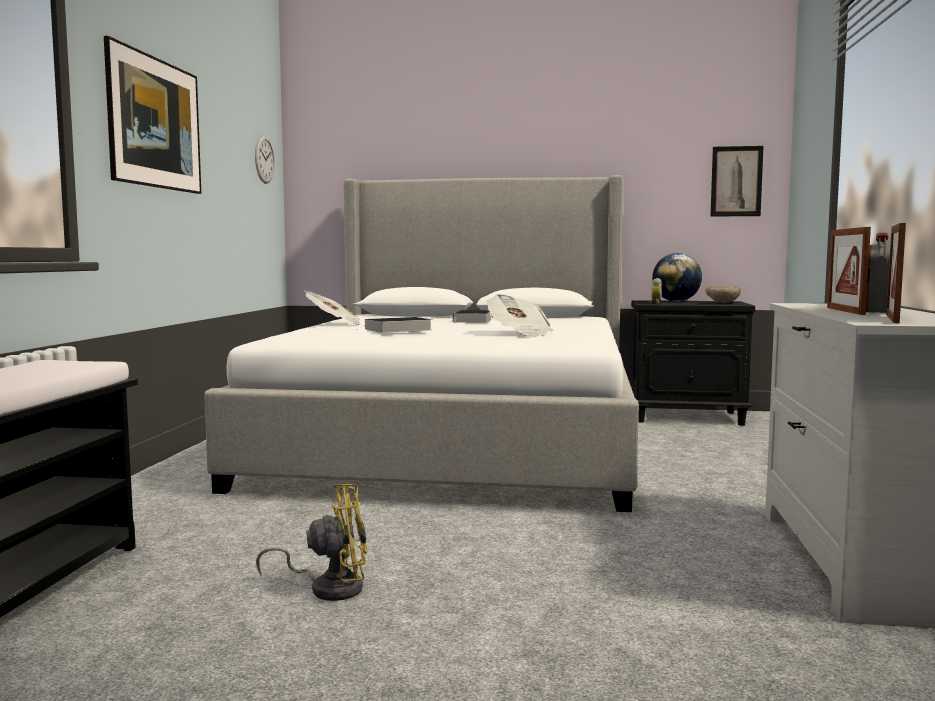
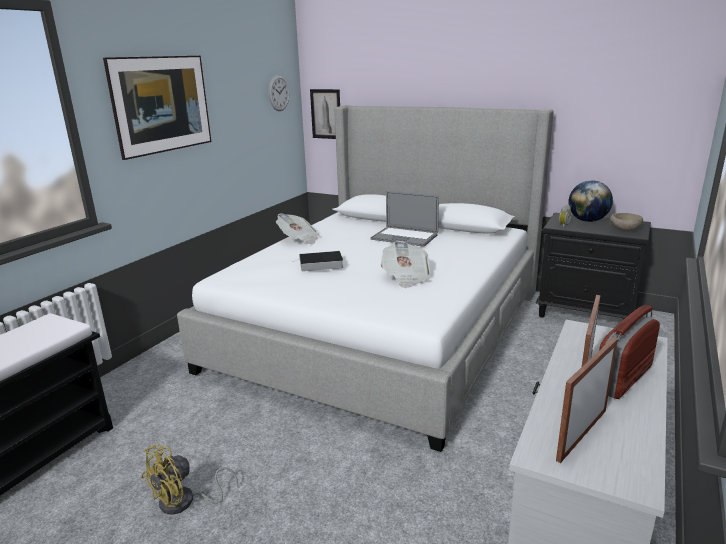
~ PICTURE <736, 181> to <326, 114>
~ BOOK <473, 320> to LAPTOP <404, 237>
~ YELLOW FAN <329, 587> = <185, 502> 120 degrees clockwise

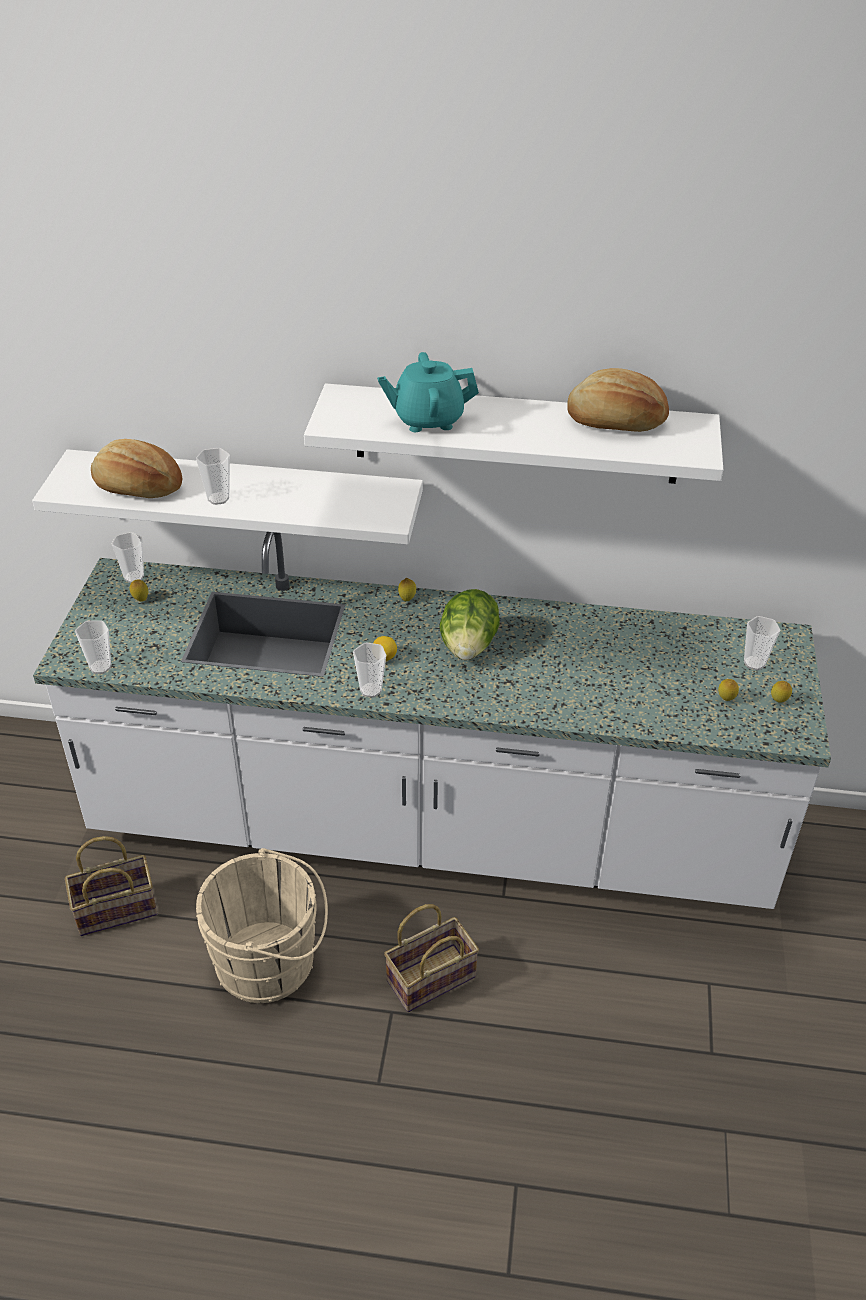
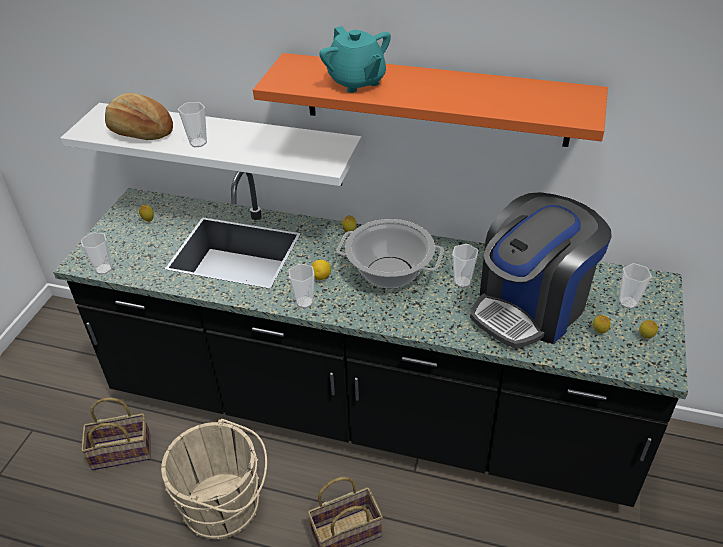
~ TURQUOISE TEAPOT <428, 419> = <356, 82> 120 degrees counterclockwise
- BREAD <615, 422>
~ WHITE SHELF <516, 434> to ORANGE SHELF <435, 99>
~ WHITE COUNTER <430, 831> to BLACK COUNTER <366, 413>
~ CUP <134, 577> to <462, 282>
~ LETTUCE <468, 646> to COOKING POT <390, 272>
+ COFFEE MACHINE <531, 306>

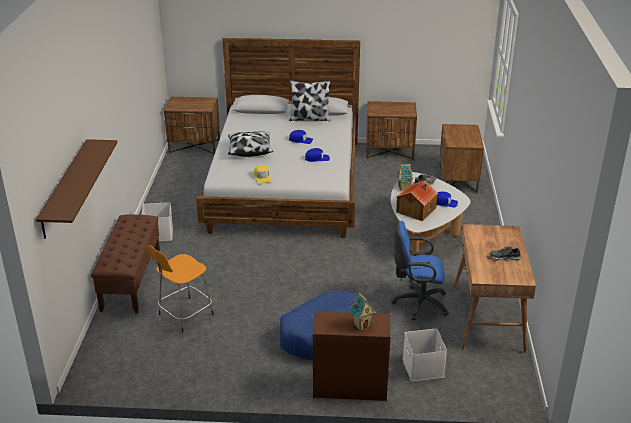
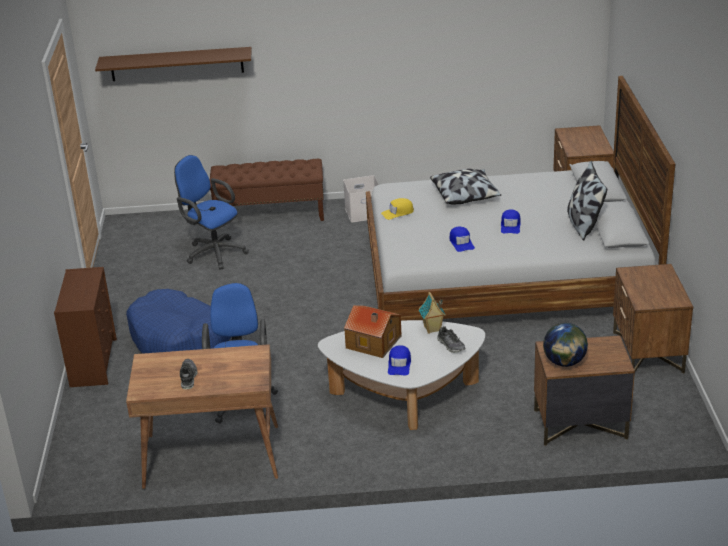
~ ORANGE STOOL <184, 315> to BLUE OFFICE CHAIR <213, 252>
- TOY HOUSE <361, 325>
- WHITE STORAGE BOX <422, 367>
+ GLOBE <564, 362>

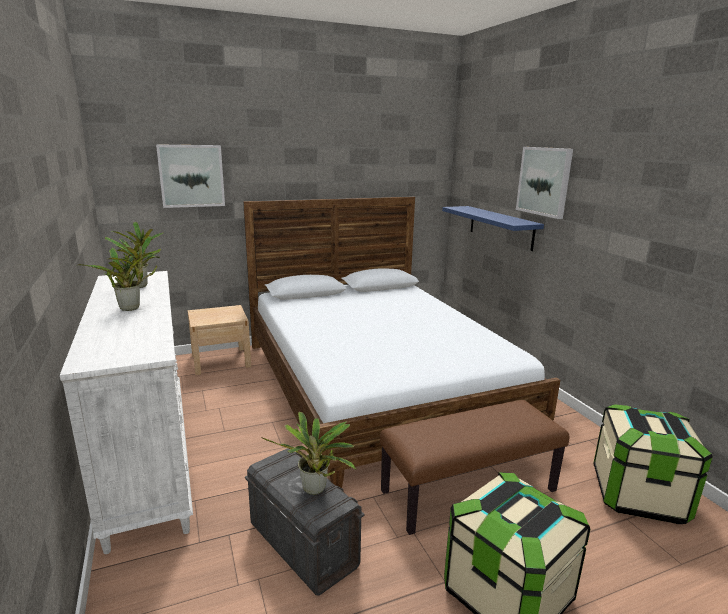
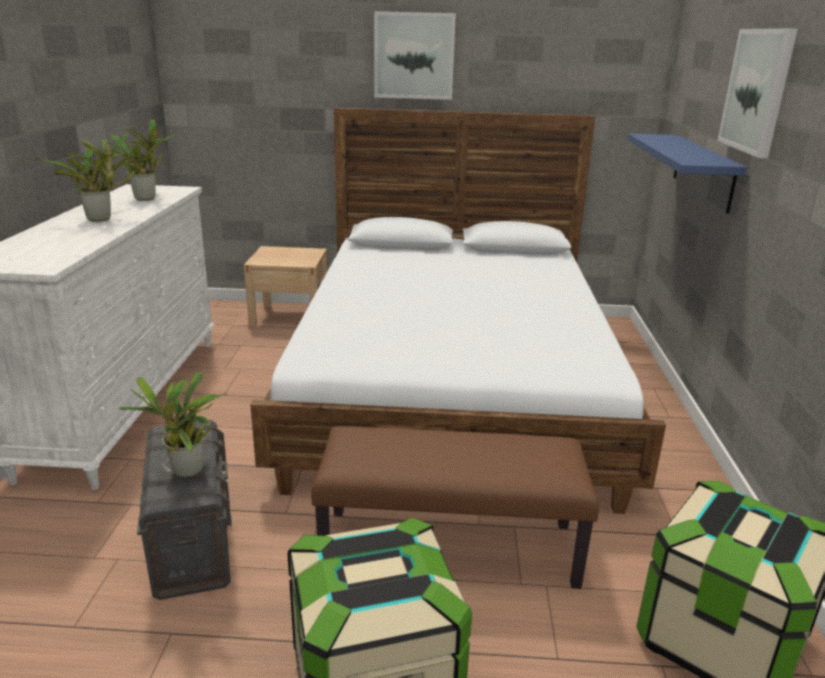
~ PICTURE <191, 176> to <414, 56>

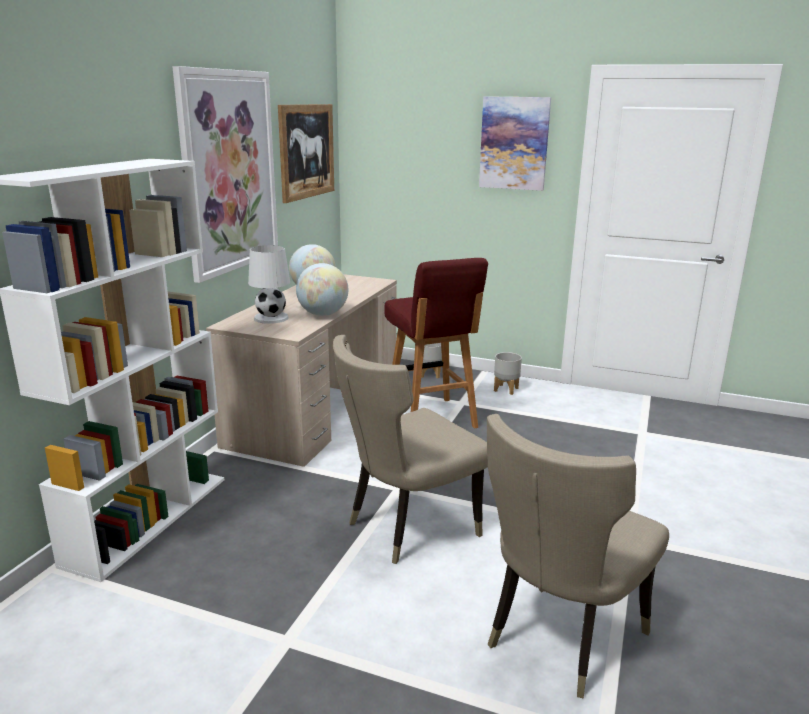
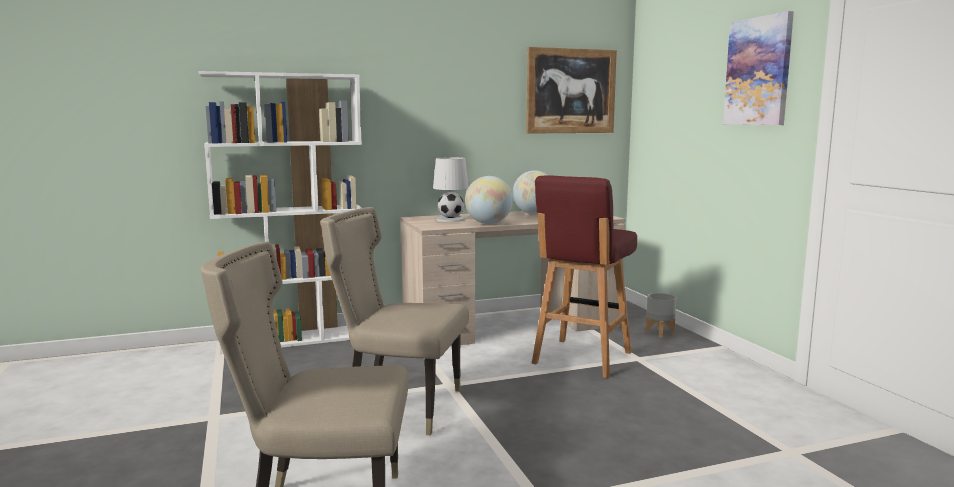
- PICTURE <229, 172>
- GREY PLANTER <506, 389>

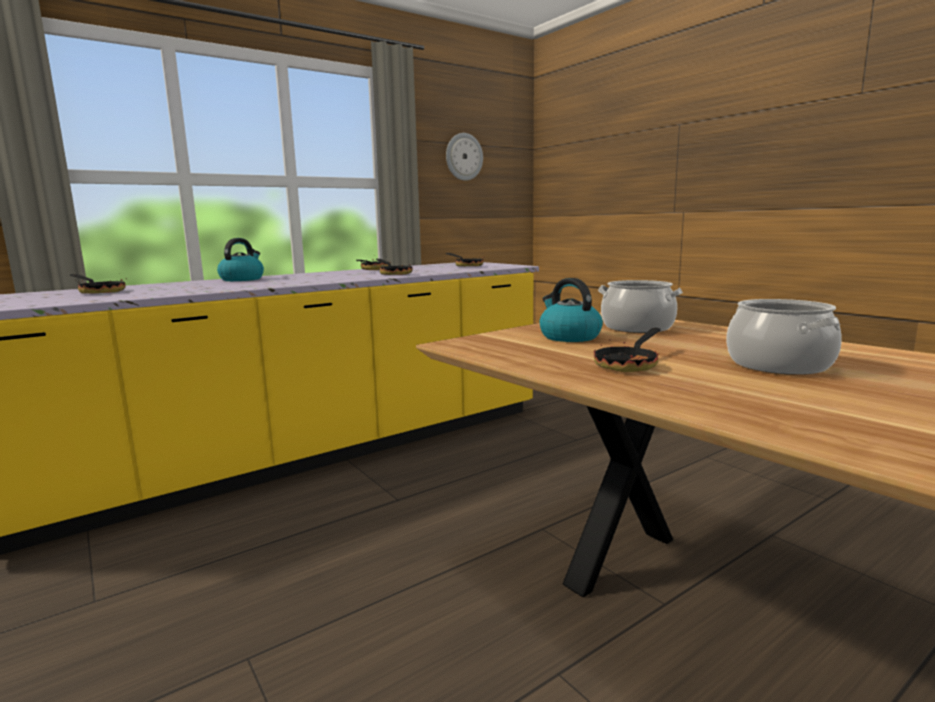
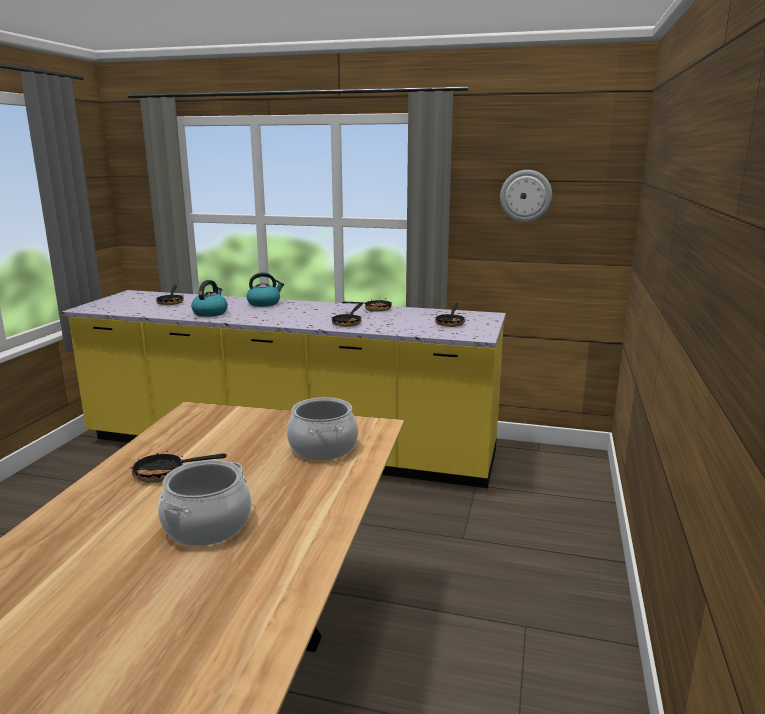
~ KETTLE <569, 337> to <210, 313>

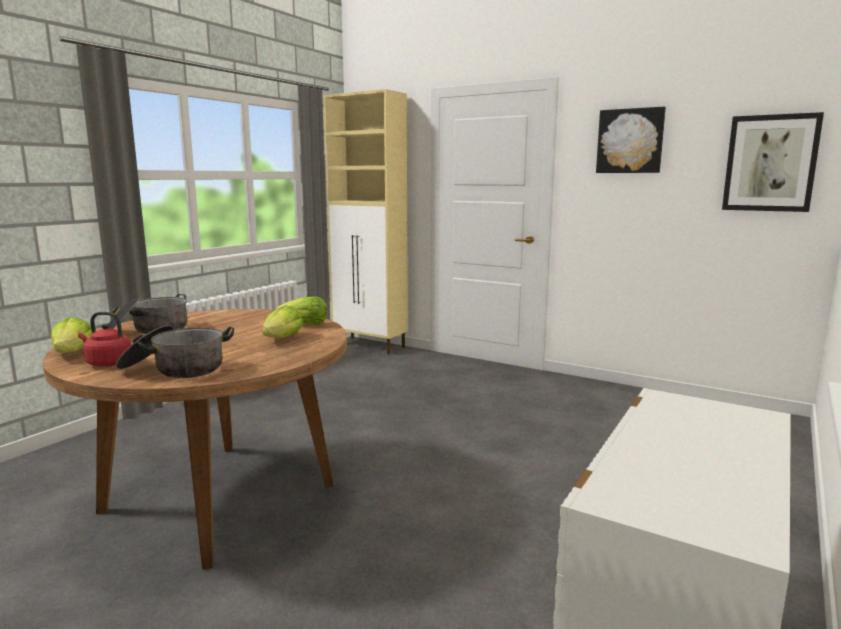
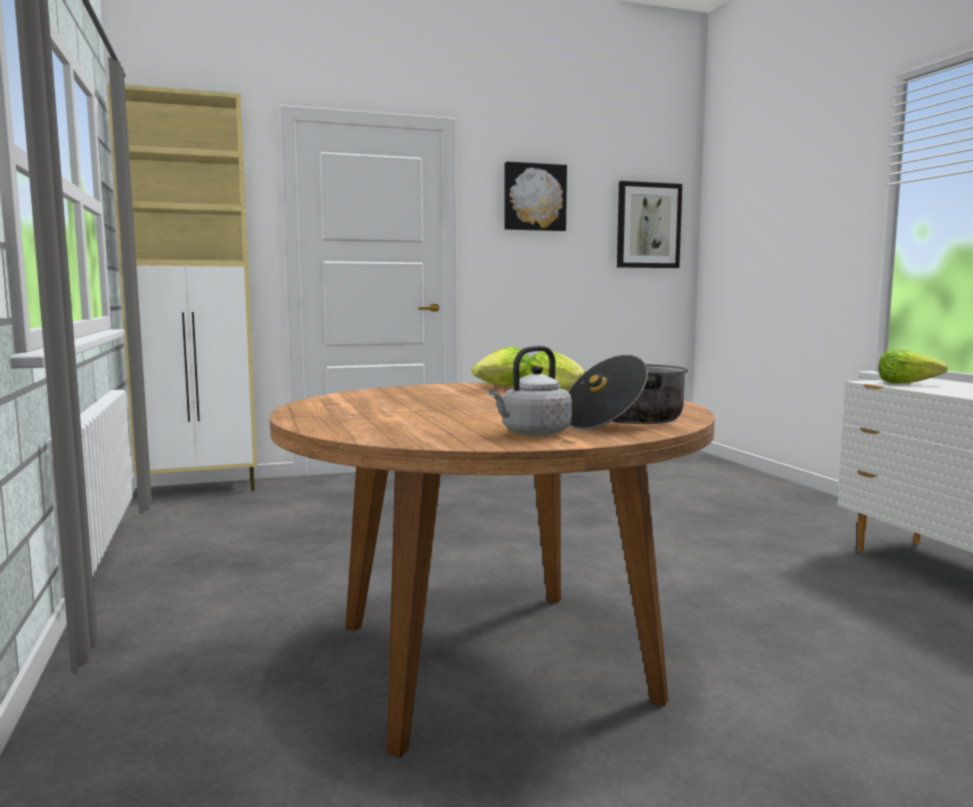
- COOKING POT <148, 331>
~ RED KETTLE <107, 363> to GREY KETTLE <532, 433>
~ LETTUCE <73, 353> to <907, 383>

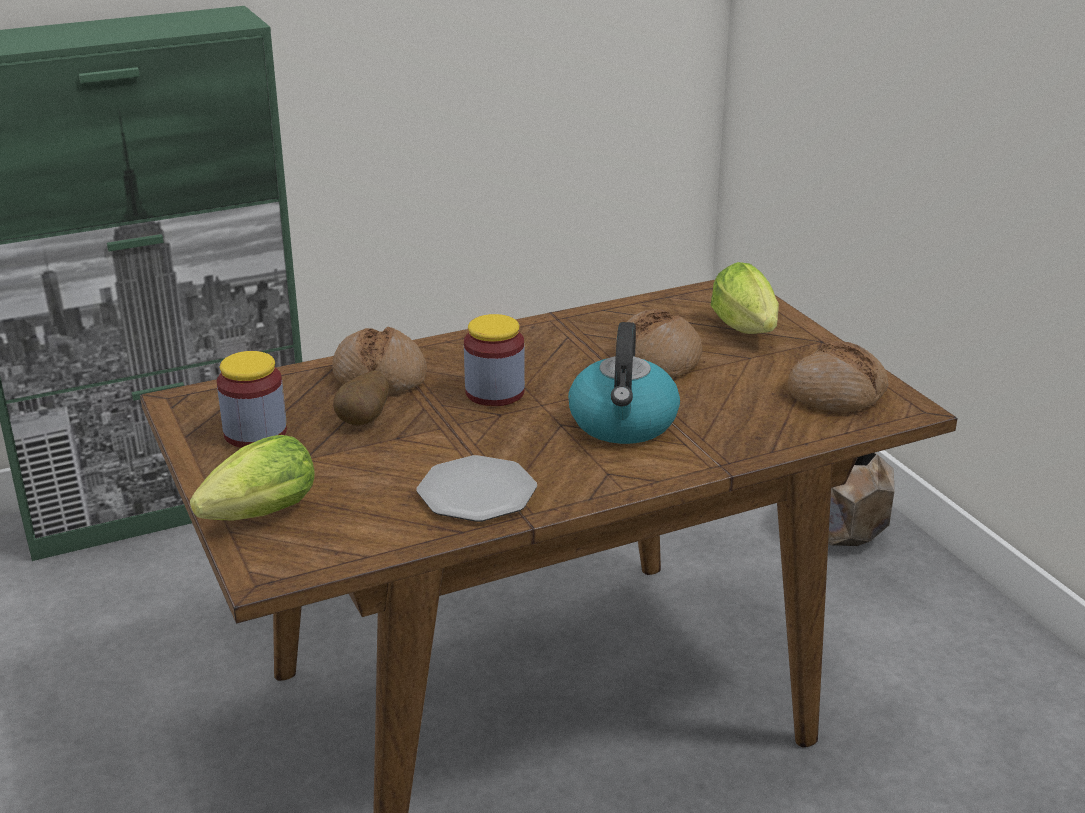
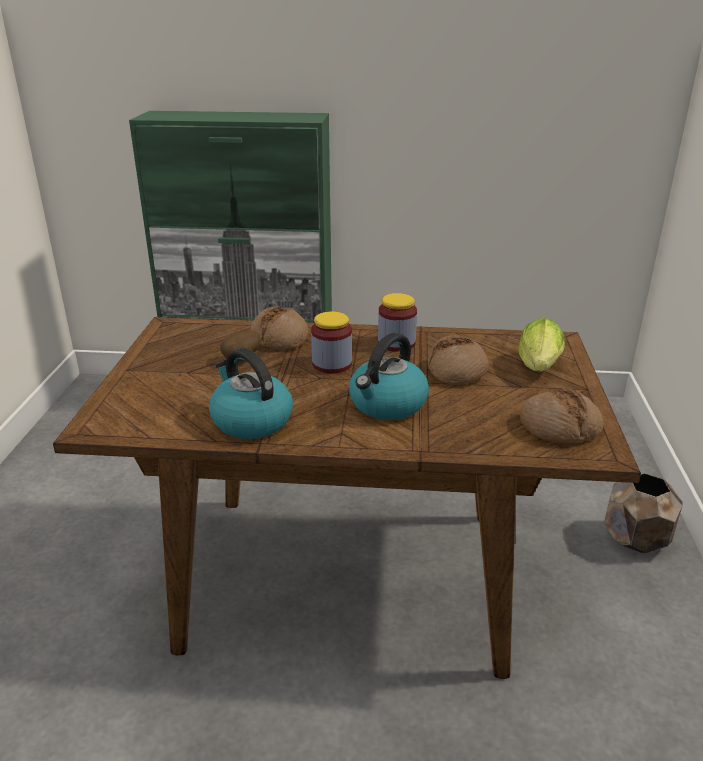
~ JAR <255, 433> to <396, 343>
- LETTUCE <255, 517>
~ PLATE <477, 493> to KETTLE <250, 421>

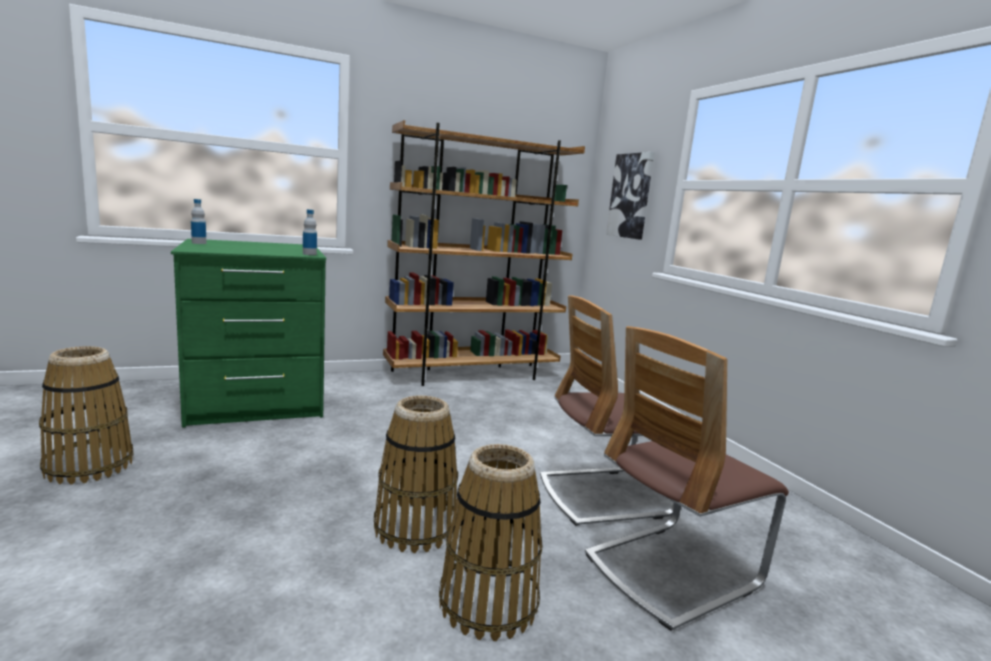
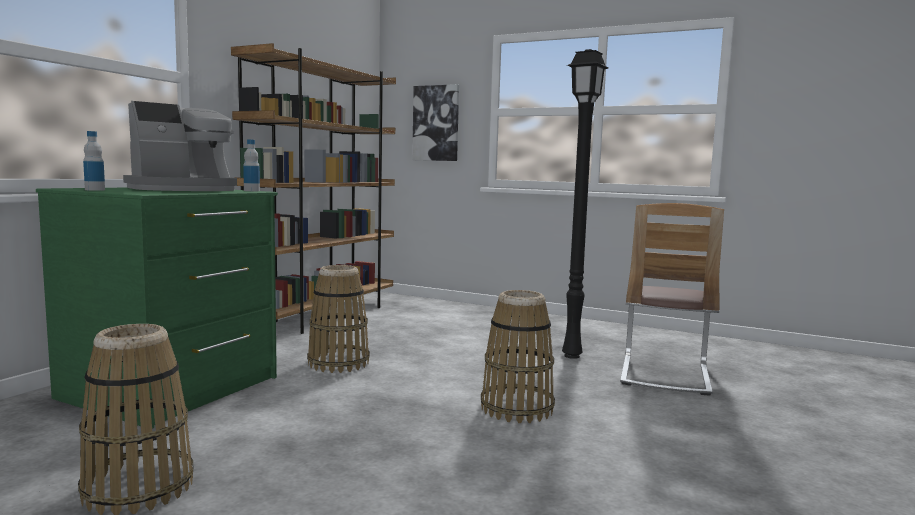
~ CHAIR <604, 495> to BLACK FLOOR LAMP <570, 356>
~ BASKET <489, 602> to <339, 363>
+ COFFEE MACHINE <184, 189>

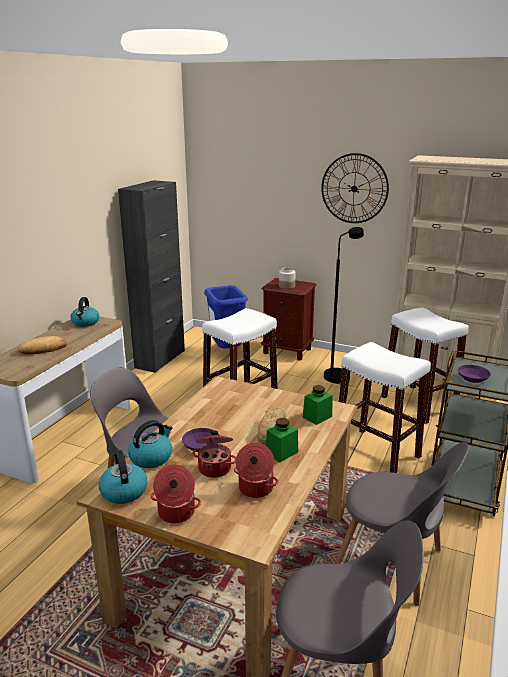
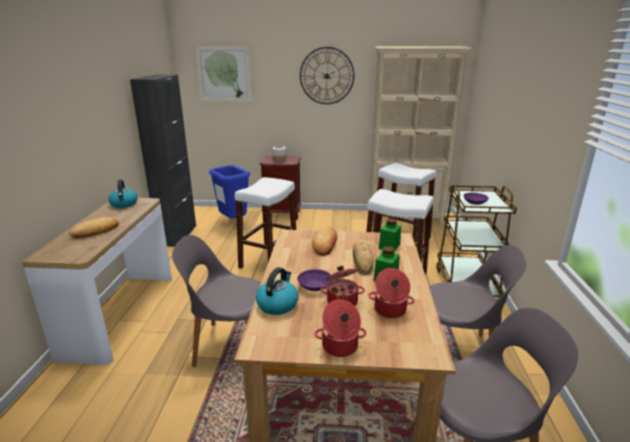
- BLACK FLOOR LAMP <339, 374>
- KETTLE <123, 491>
+ PICTURE <224, 74>
+ BREAD <325, 244>

